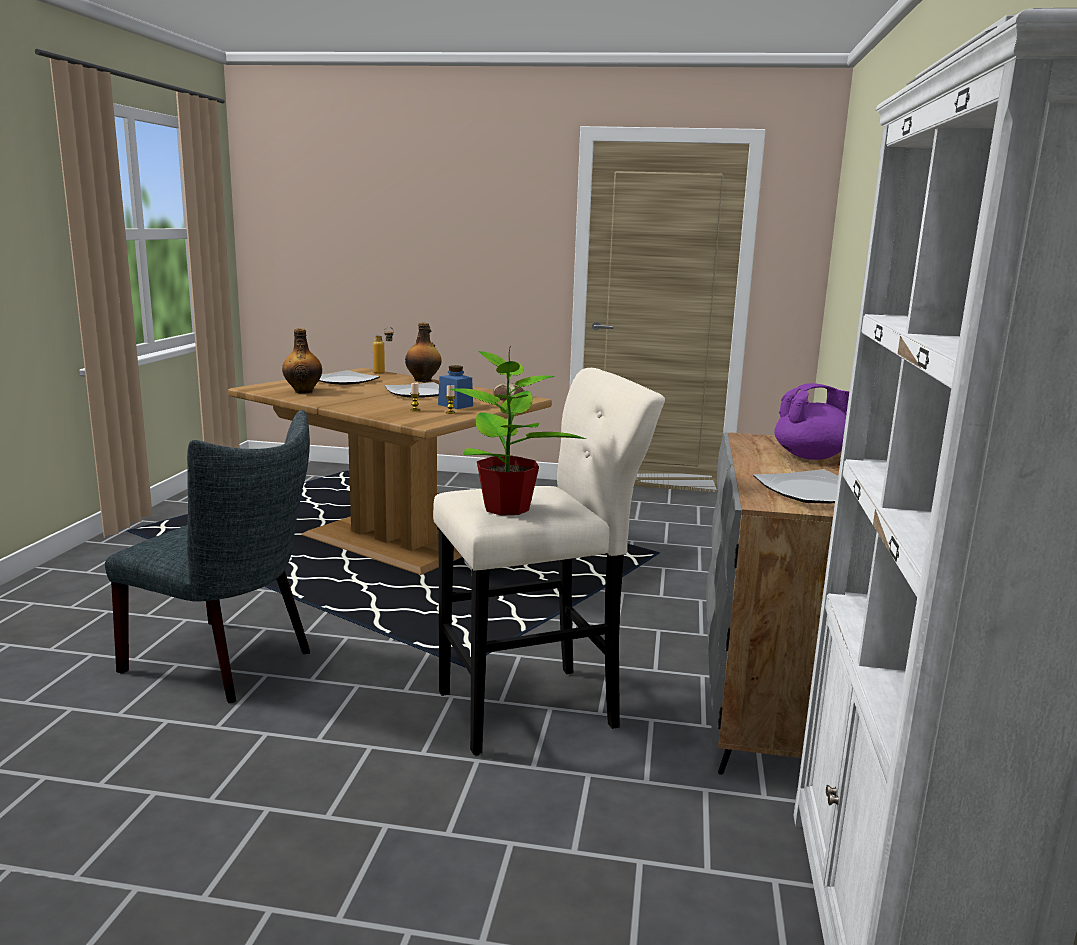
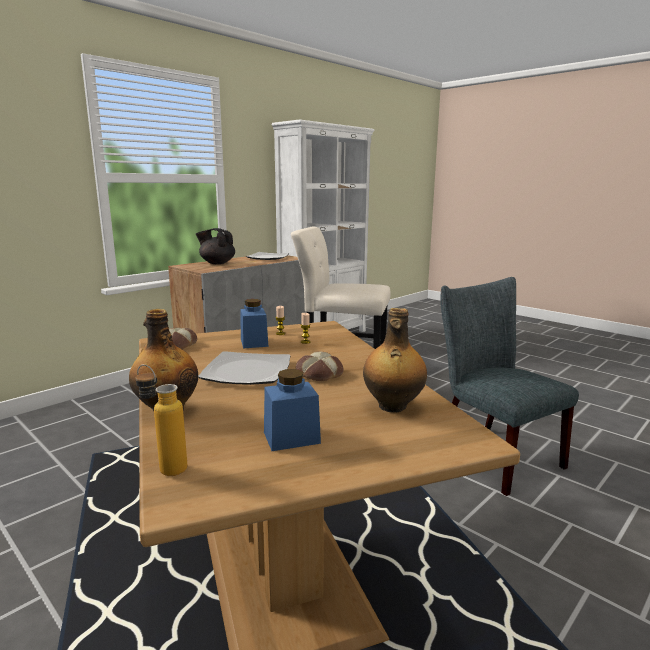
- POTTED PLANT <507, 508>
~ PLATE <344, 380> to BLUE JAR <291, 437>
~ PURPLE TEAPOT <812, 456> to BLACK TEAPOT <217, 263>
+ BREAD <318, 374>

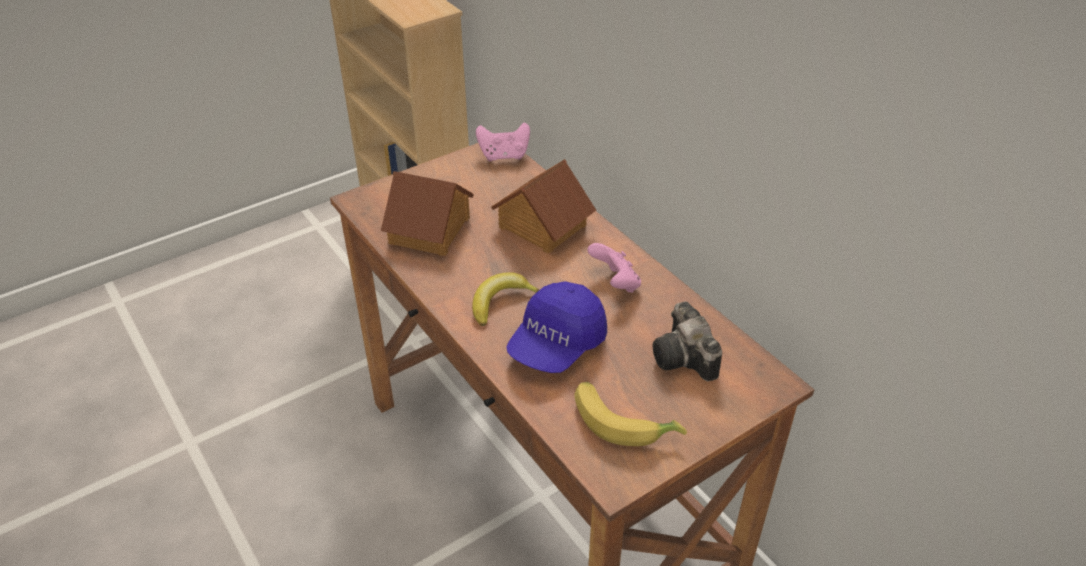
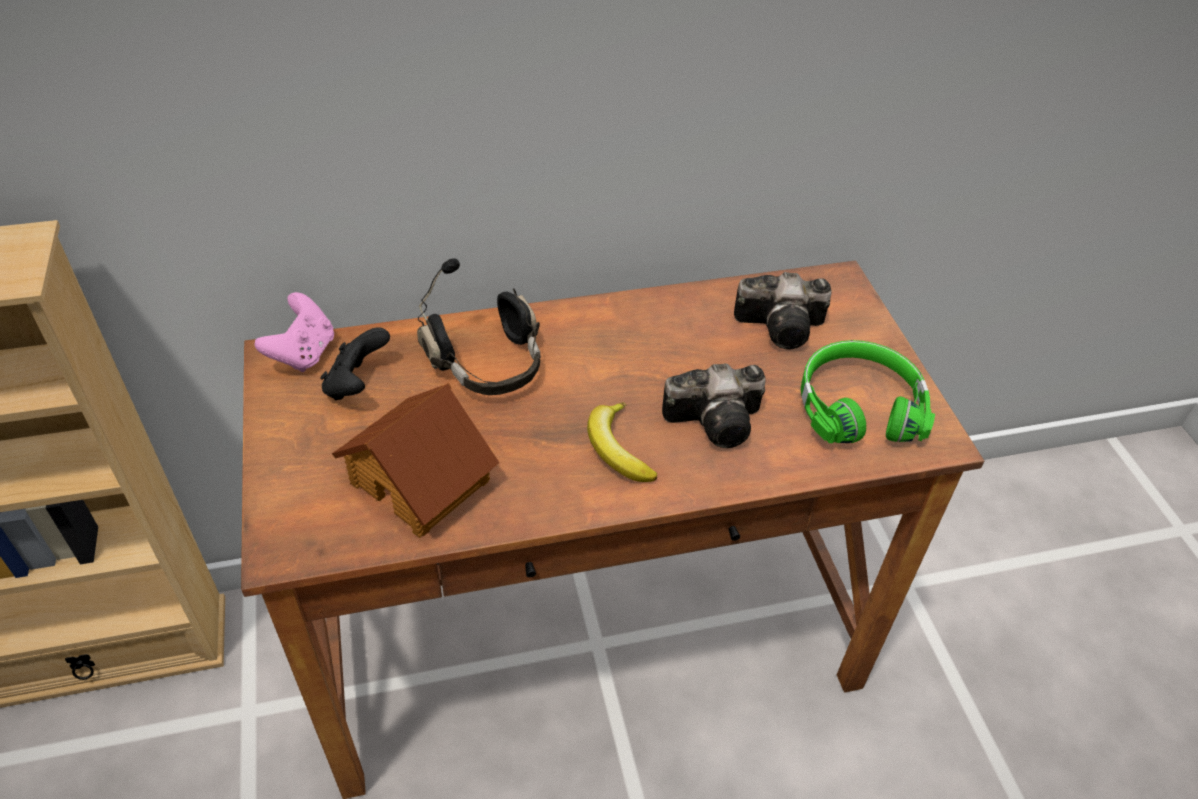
~ TOY HOUSE <541, 226> to BLACK HEADPHONES <489, 365>
- PINK GAME CONTROLLER <615, 283>
~ BLUE CAP <556, 345> to PHOTO CAMERA <719, 421>
~ BANANA <623, 421> to GREEN HEADPHONES <858, 405>
+ BLACK GAME CONTROLLER <357, 384>

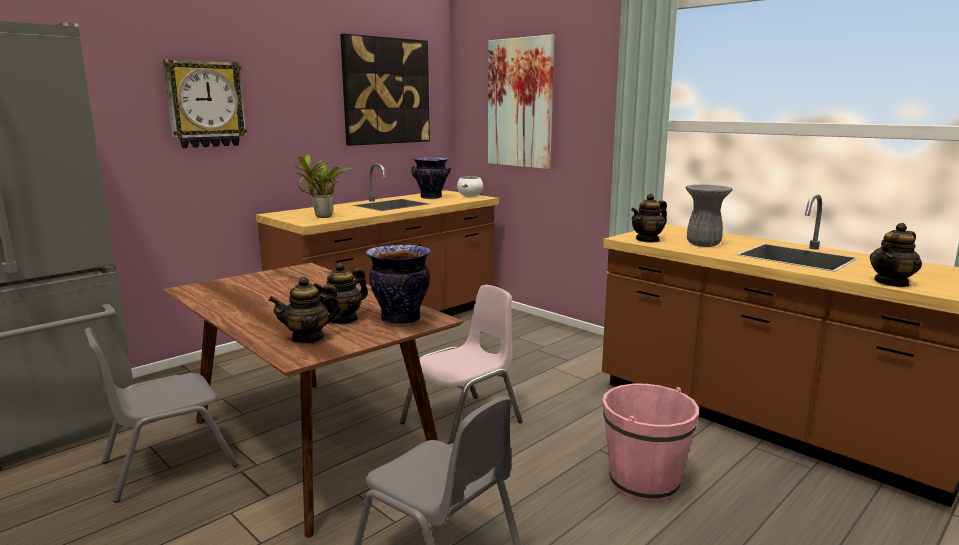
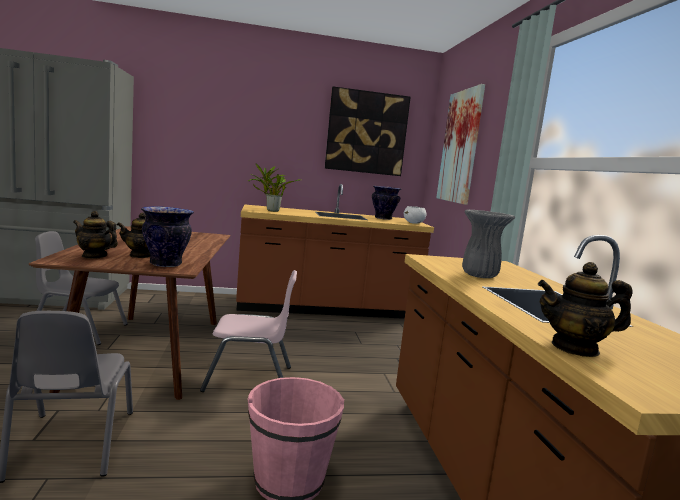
- WALL CLOCK <205, 104>
- TEAPOT <648, 240>

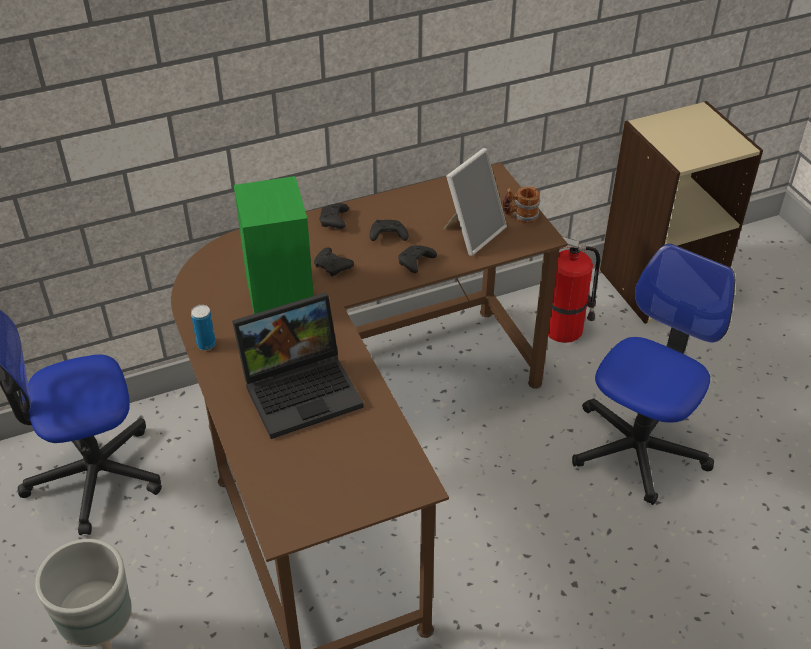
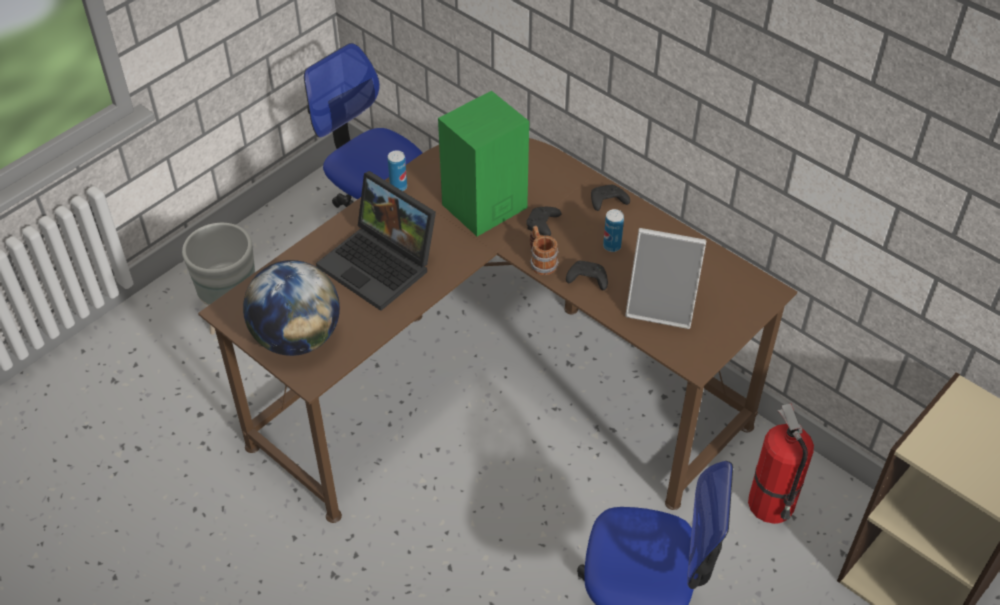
~ MUG <520, 216> to <541, 261>
~ BLACK GAME CONTROLLER <387, 236> to CAN <612, 246>
+ GLOBE <297, 338>

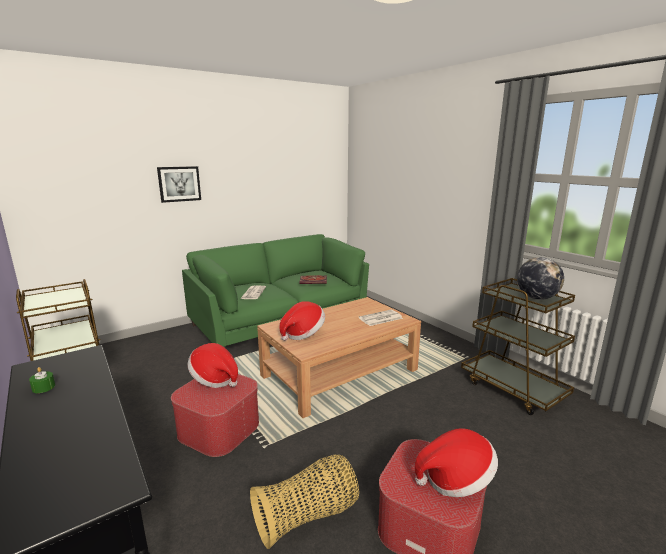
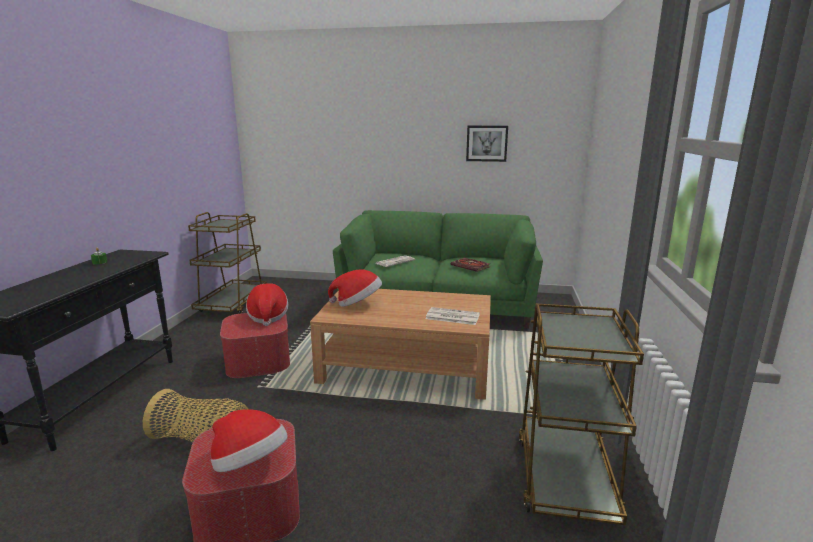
~ PICTURE <179, 184> to <486, 143>
- GLOBE <536, 298>

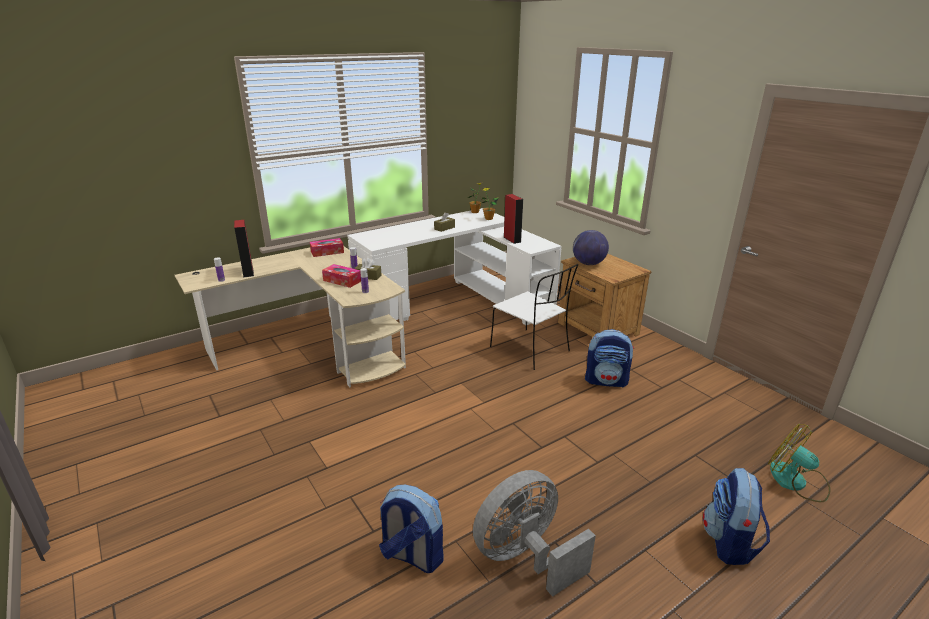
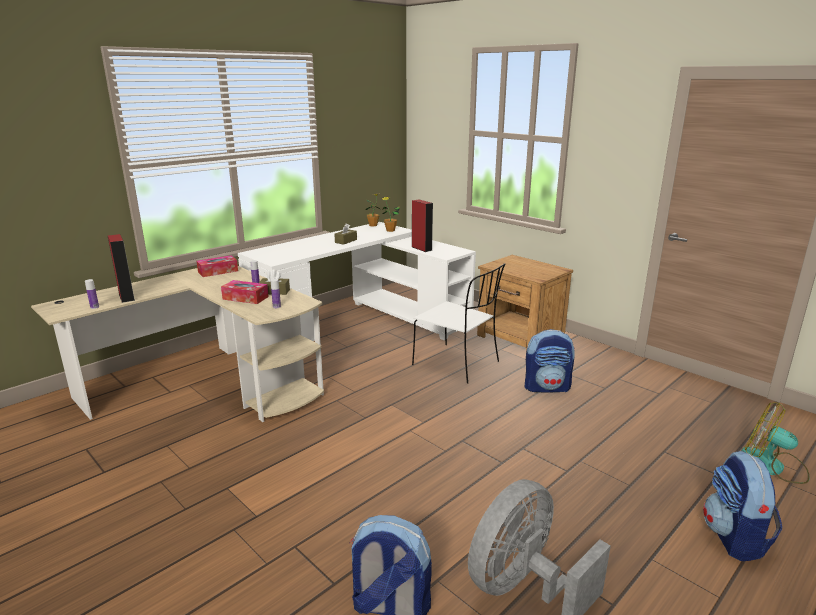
- GLOBE <588, 264>

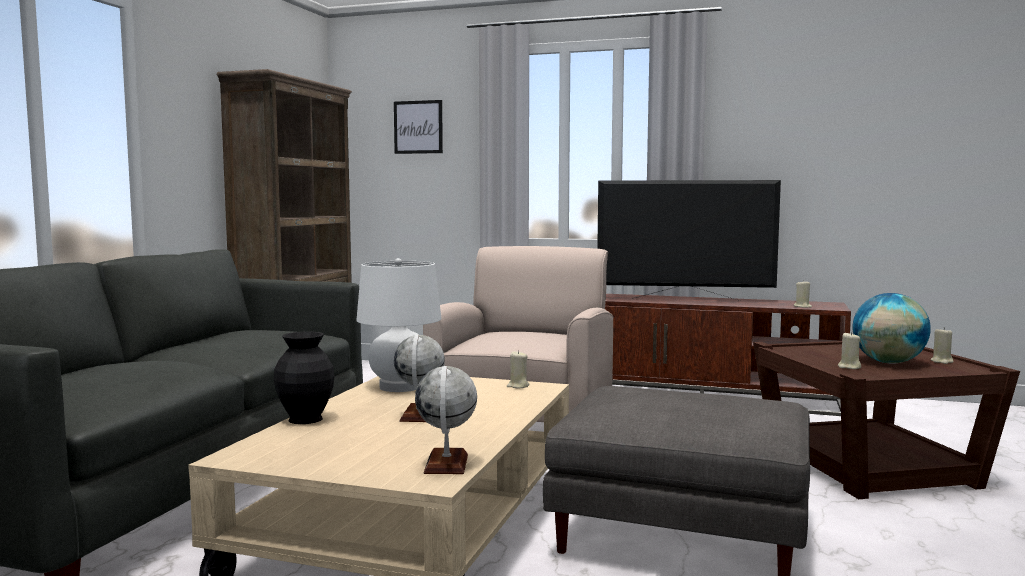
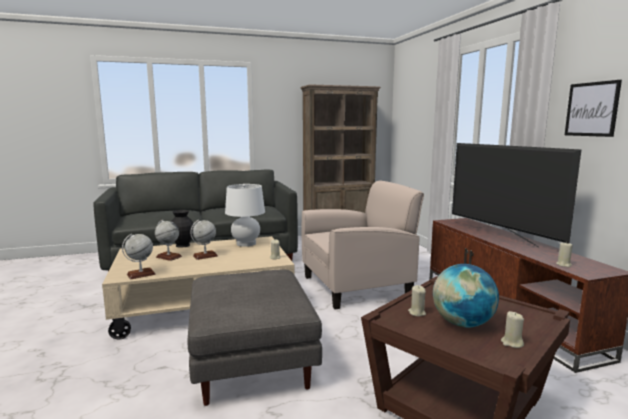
~ PICTURE <418, 127> to <591, 109>
+ GLOBE <168, 257>

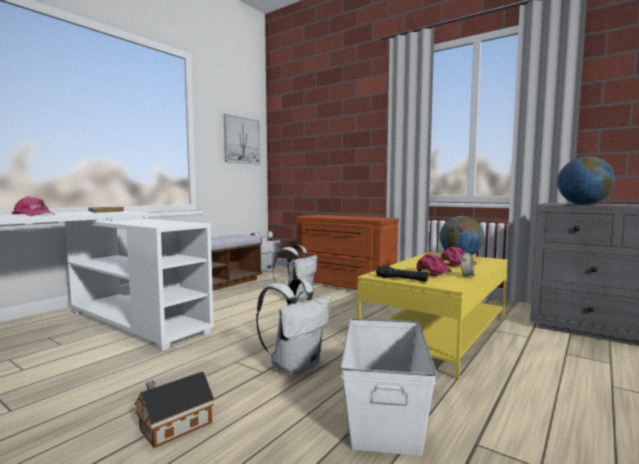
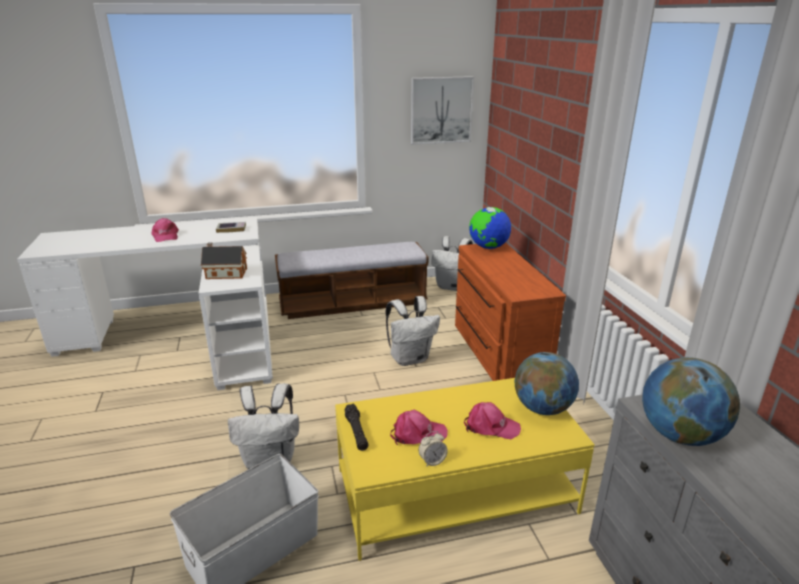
~ TOY HOUSE <173, 427> to <225, 273>
+ GLOBE <488, 247>

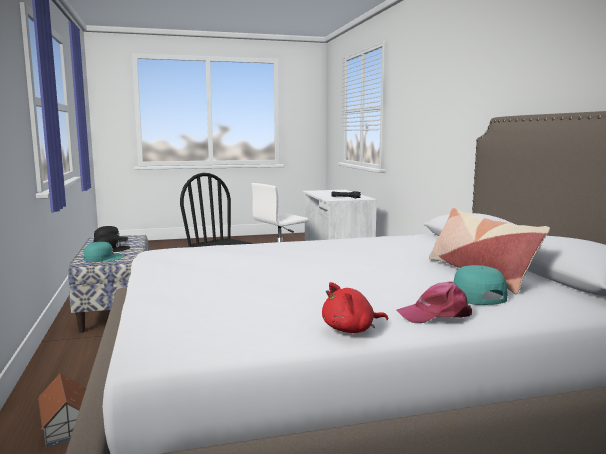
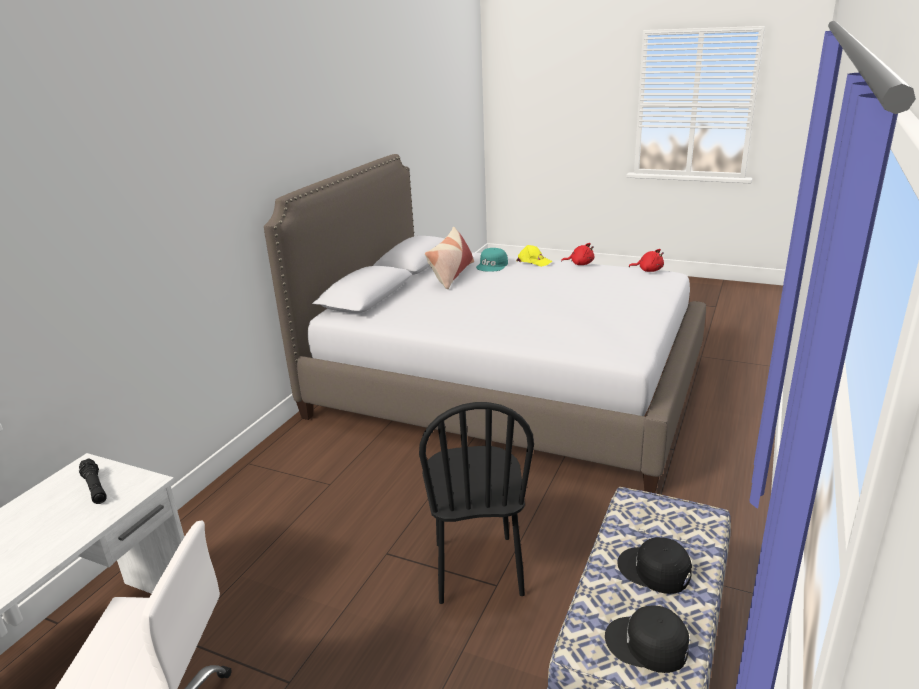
- TURQUOISE CAP <103, 258>
~ PINK CAP <435, 314> to YELLOW CAP <533, 262>
- TOY HOUSE <66, 424>
+ RED PLUSH TOY <648, 270>

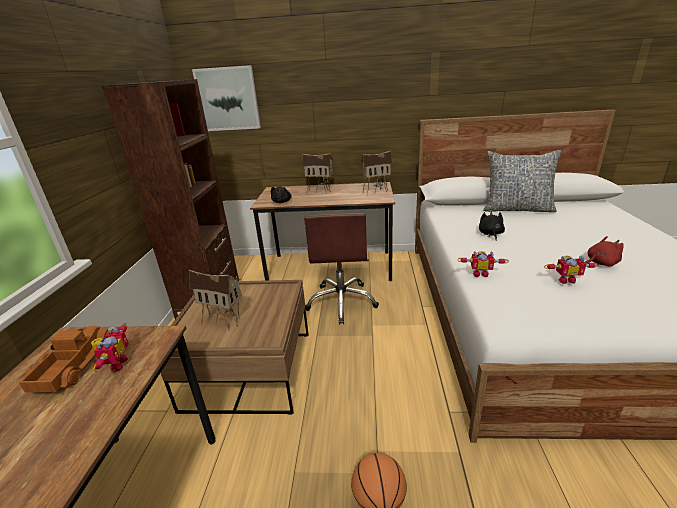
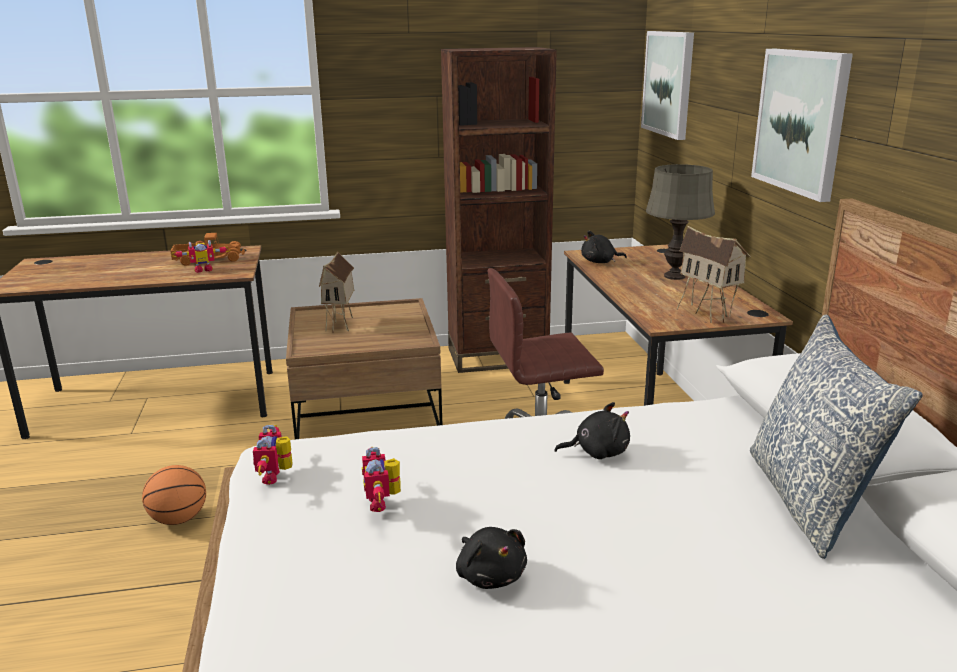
~ TOY HOUSE <320, 191> to GREY TABLE LAMP <674, 276>
~ RED PLUSH TOY <600, 263> to BLACK PLUSH TOY <490, 575>
~ TOY ROBOT <480, 273> to <277, 476>
+ PICTURE <801, 121>

